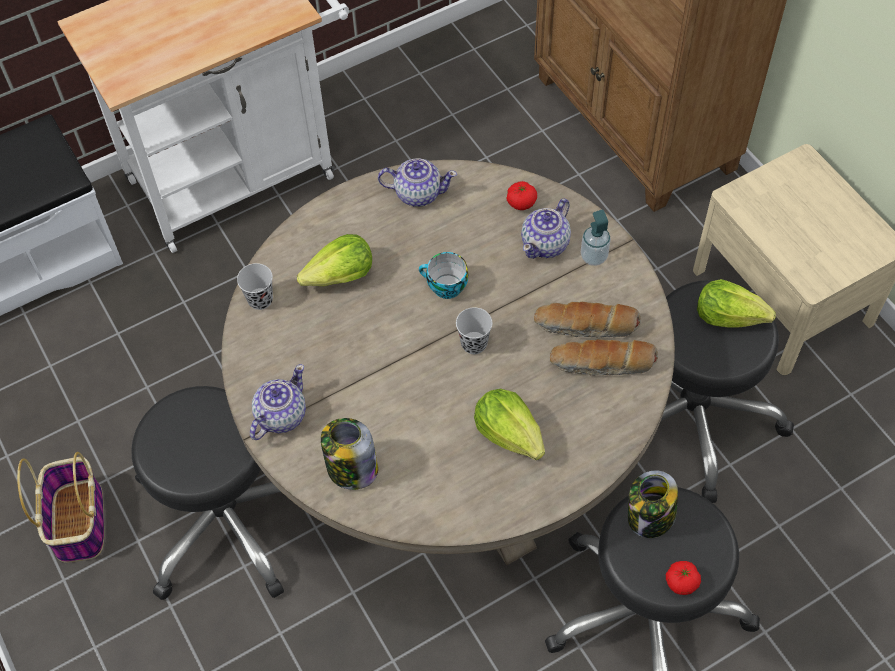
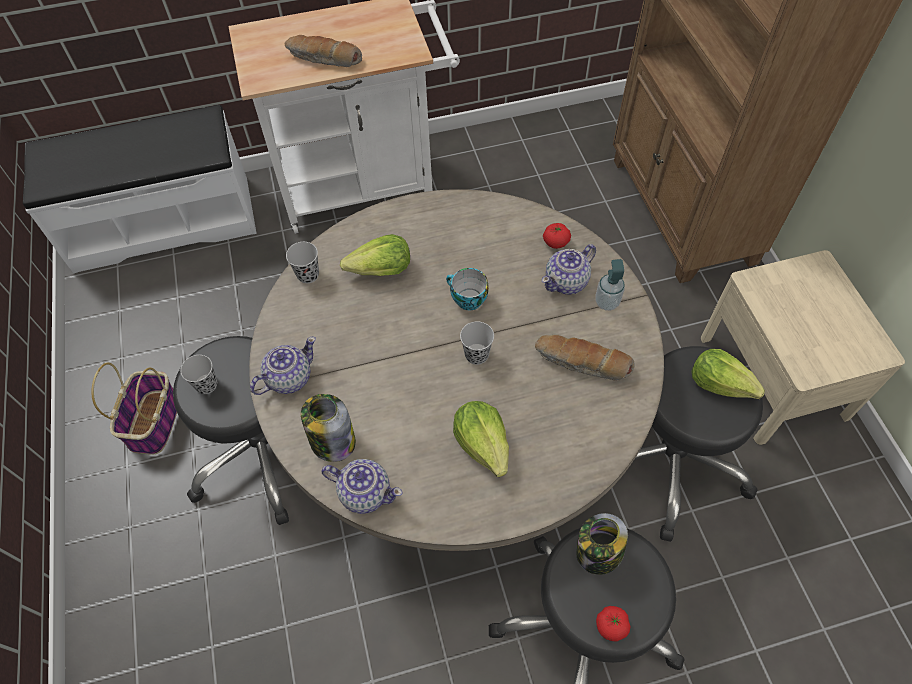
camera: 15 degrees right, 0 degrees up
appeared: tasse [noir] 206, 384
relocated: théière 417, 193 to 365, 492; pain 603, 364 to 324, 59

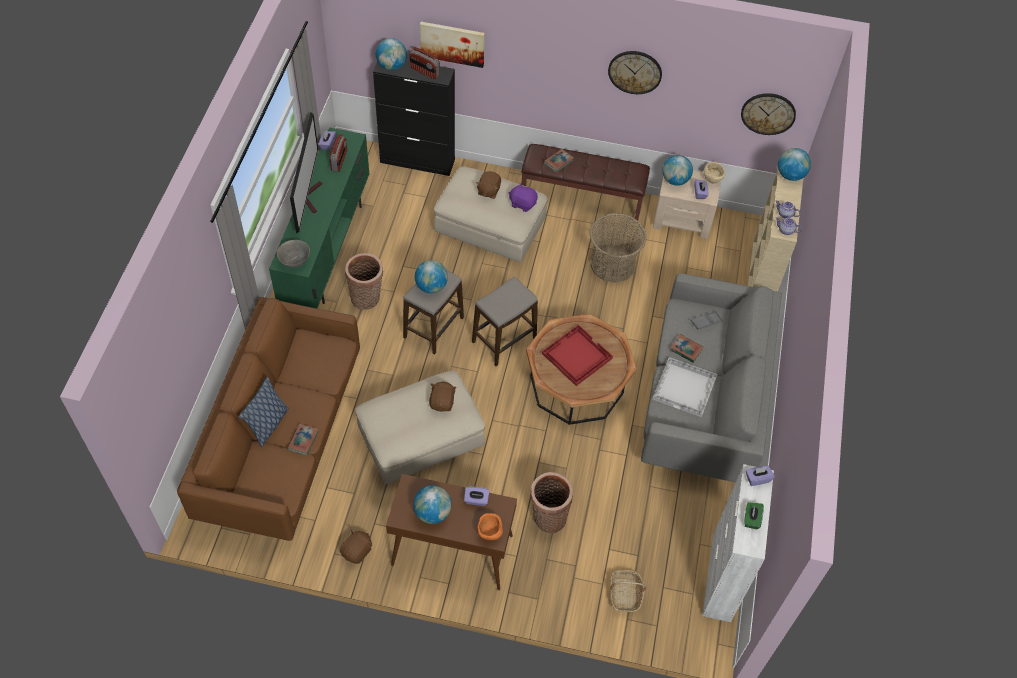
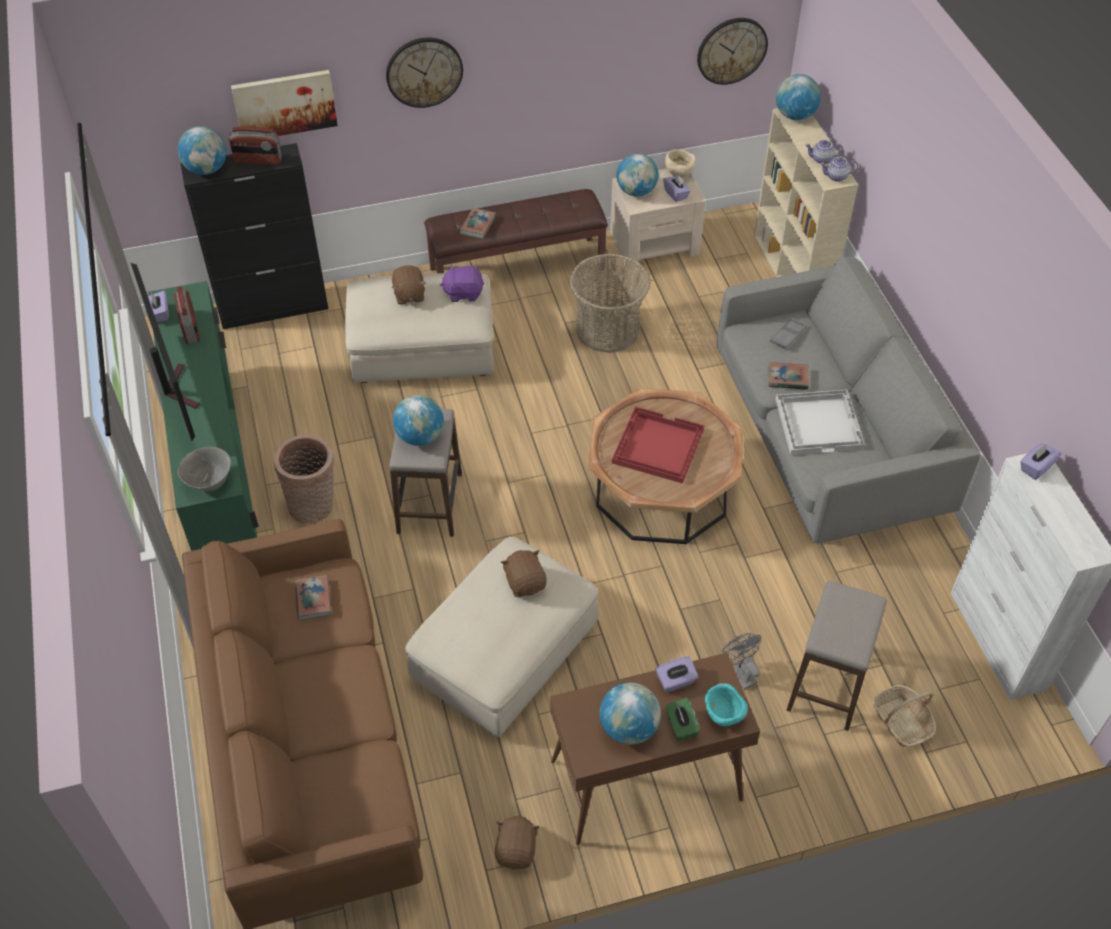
camera: 25 degrees left, 5 degrees down
missing: coussin 268, 425
relocated: livre 303, 440 to 313, 599; tabouret 504, 340 to 828, 684; horloge murale 635, 72 to 424, 72; boîte à mouchoirs [vert] 751, 519 to 681, 726
exchanged: panier 548, 517 to ventilateur [gris] 739, 673
colour: bol [orange] 489, 532 to bol [turquoise] 723, 715

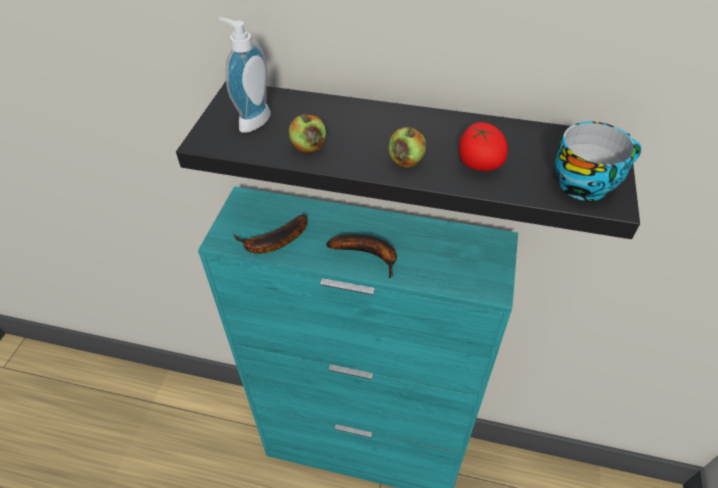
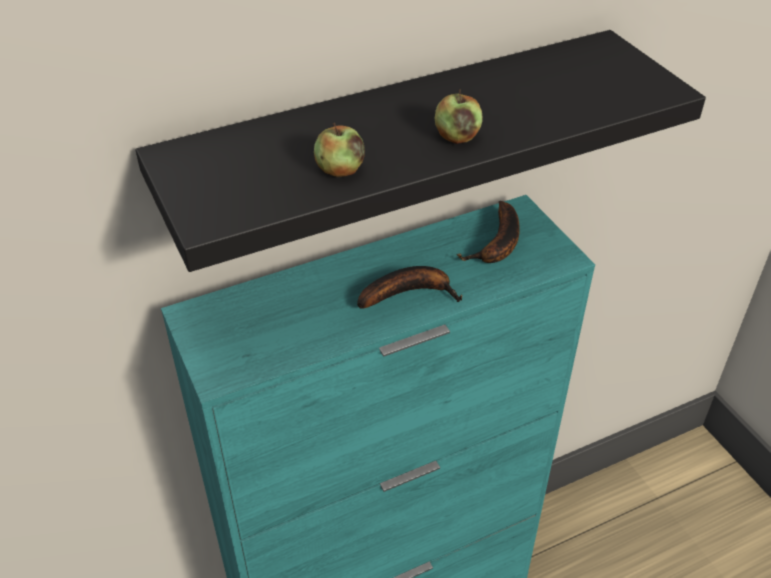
camera: 40 degrees left, 5 degrees down
missing: distributeur de savon 251, 120; tomate 479, 163; tasse 585, 183
relocated: banane 272, 242 to 498, 244

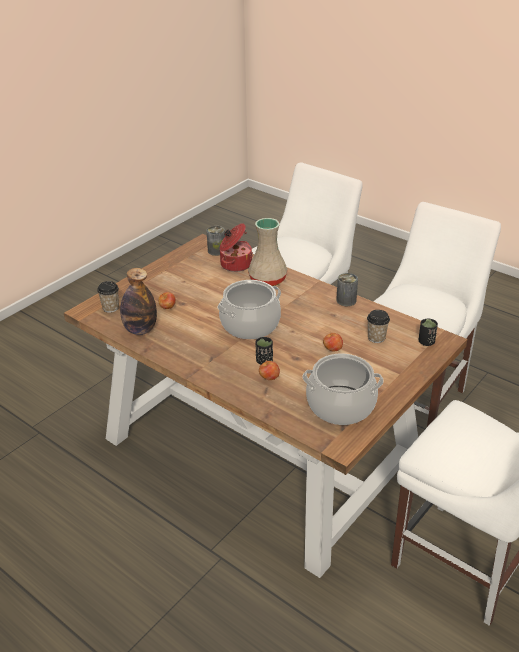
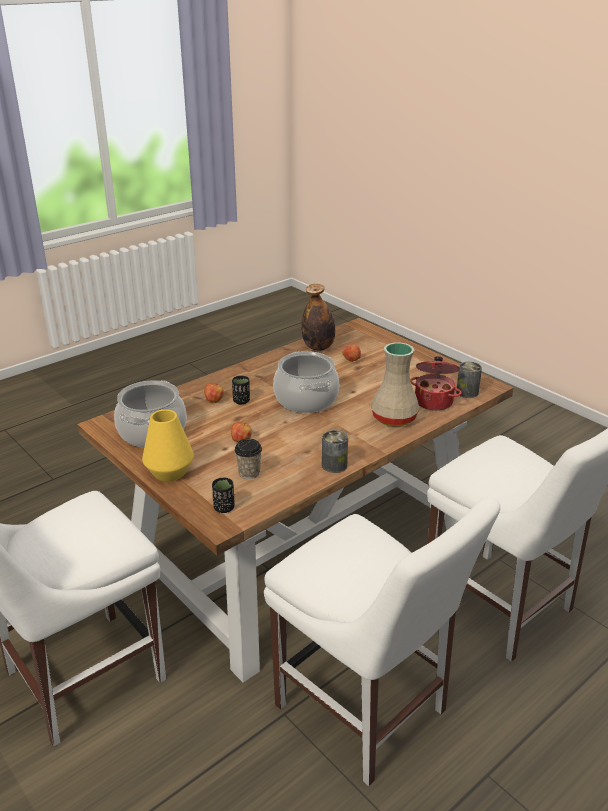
camera: 100 degrees right, 5 degrees down
missing: tasse 110, 308
appeared: vase [jaune] 169, 472

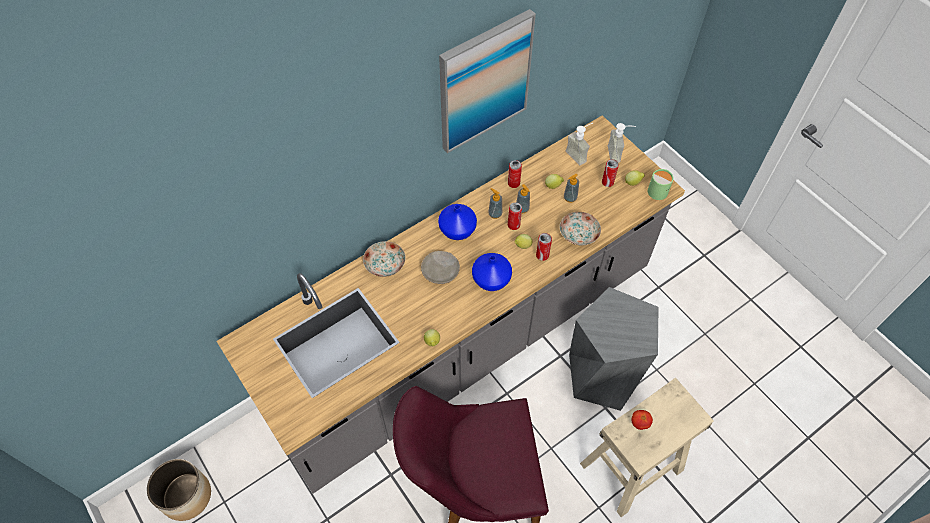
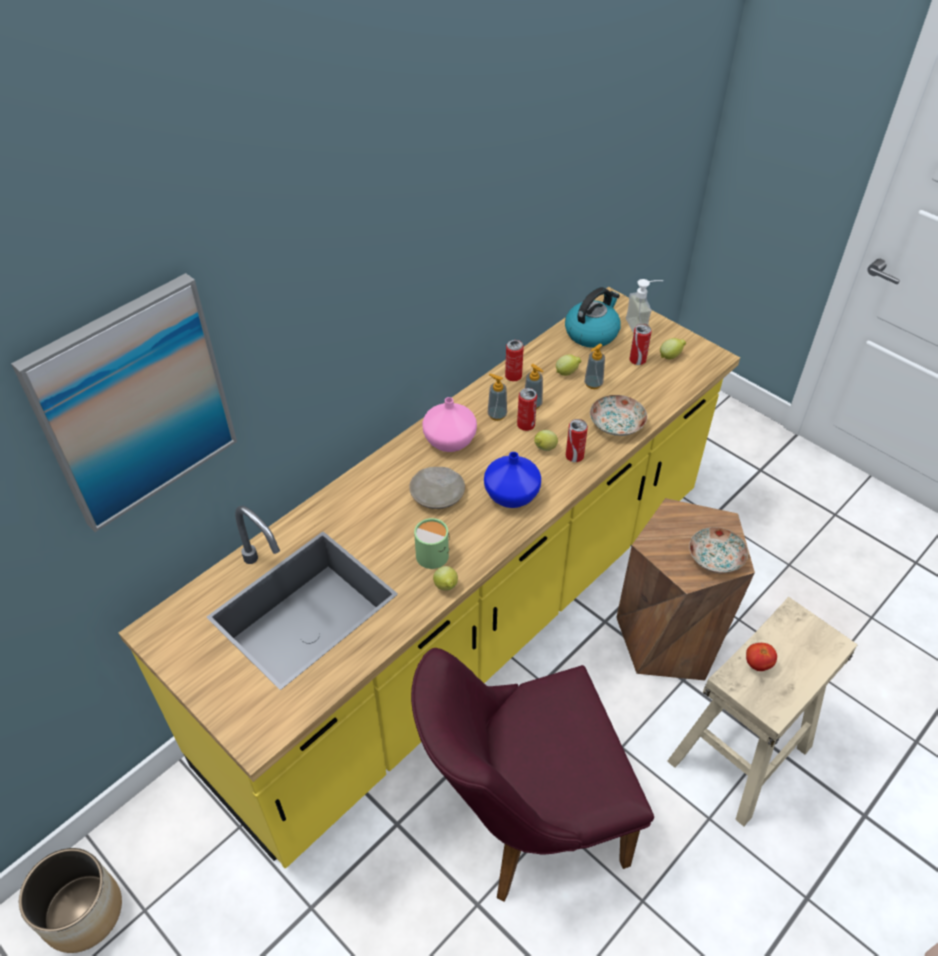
camera: 10 degrees left, 10 degrees down
relocated: assiette 384, 264 to 715, 558; tableau 484, 82 to 134, 404; mug [vert] 659, 190 to 434, 552
exchanged: distributeur de savon 579, 154 to bouilloire 592, 333
colour: comptoir de cuisine [gris] 465, 342 to comptoir de cuisine [jaune] 469, 623; vase [bleu] 457, 230 to vase [rose] 449, 441; tabouret [gris] 603, 375 to tabouret [marron] 669, 637

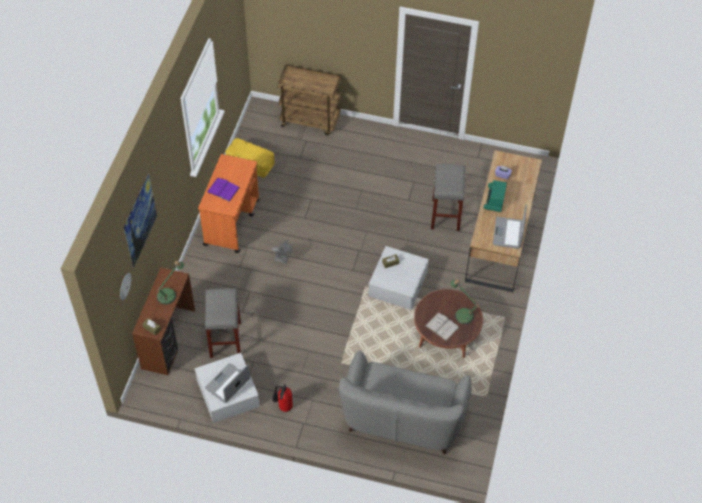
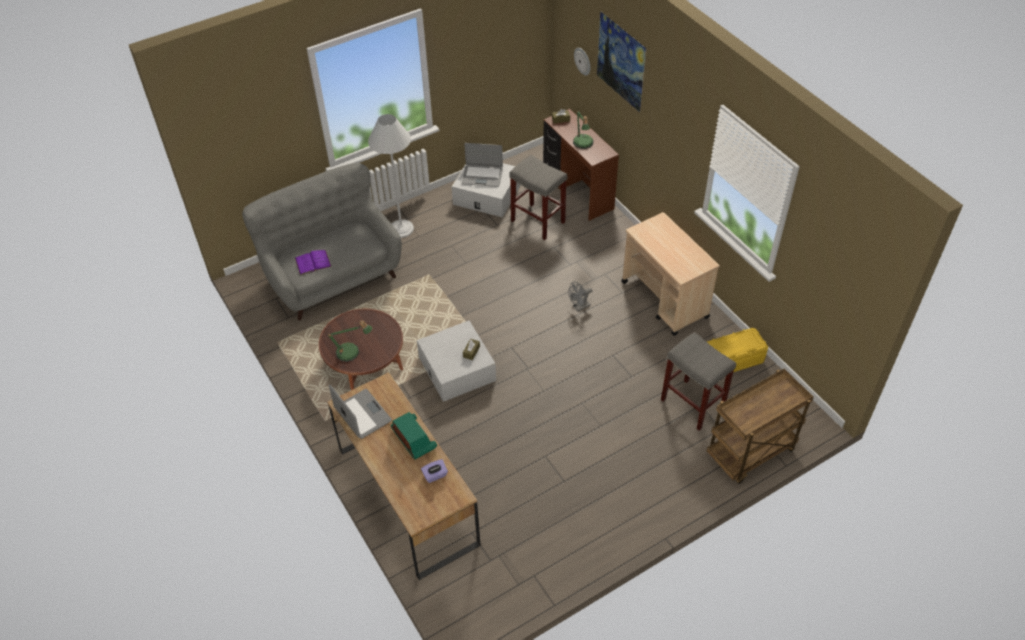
camera: 135 degrees right, 5 degrees down
missing: extincteur 283, 407; livre [blanc] 442, 326
appeared: lampadaire [blanc] 401, 229
relocated: livre [violet] 223, 189 to 313, 262; tabouret [gris] 445, 214 to 693, 404
colour: chariot [orange] 232, 222 to chariot [beige] 665, 300
spun: ordinateur portable 228, 384 = 482, 176 105 degrees clockwise

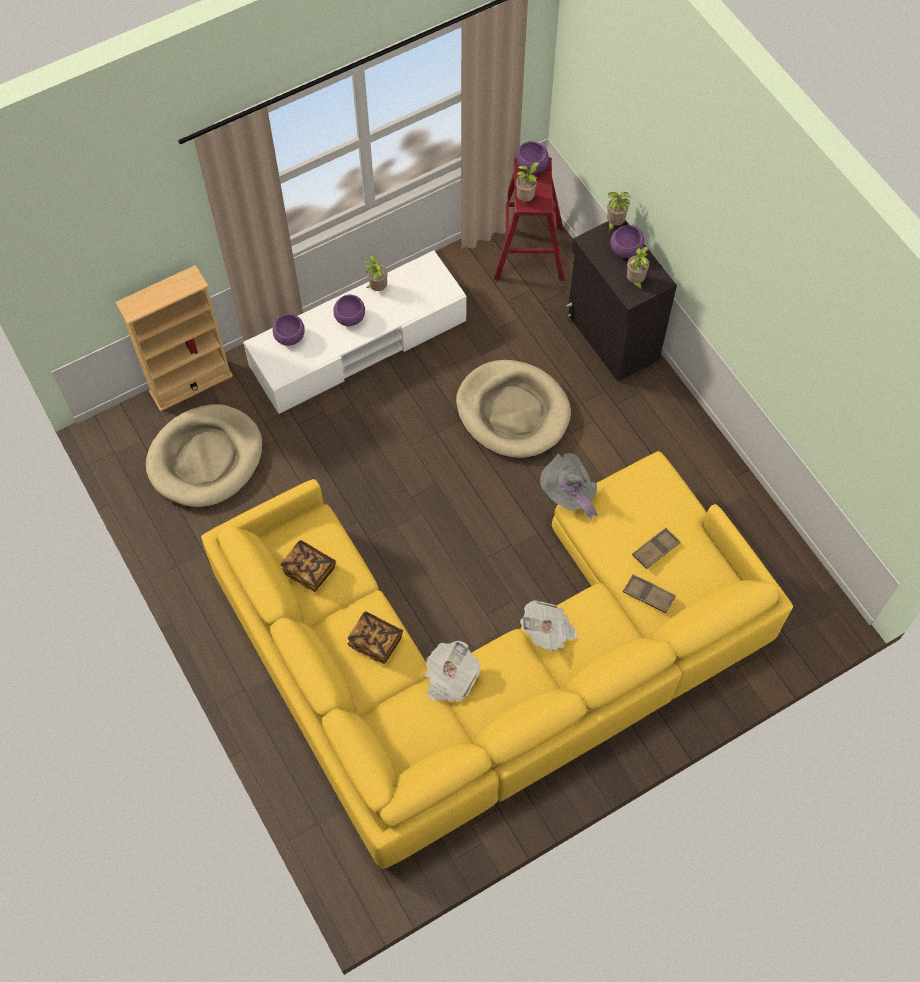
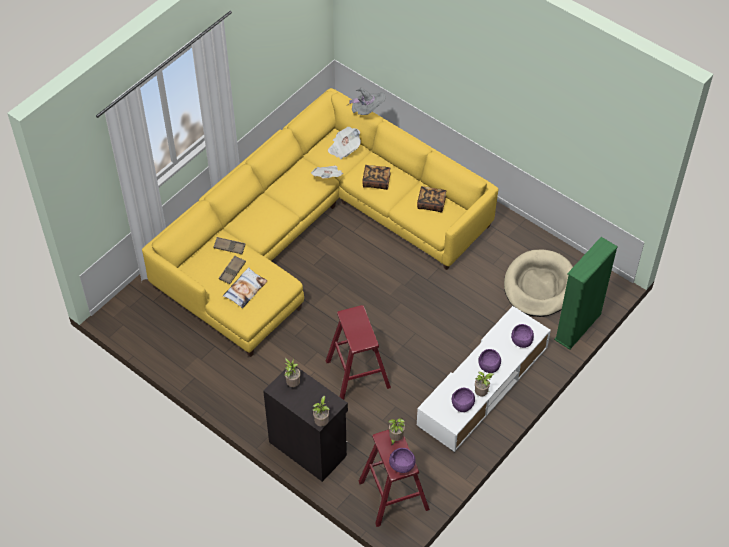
camera: 160 degrees right, 10 degrees down
appeared: coussin 245, 290
relocated: journal 548, 631 to 344, 149; chapeau [gris] 568, 494 to 367, 111; bol [violet] 626, 250 to 462, 405
exchanged: panier pour chien [beige] 513, 411 to tabouret [rouge] 358, 374
colour: bibliothèque [beige] 191, 383 to bibliothèque [vert] 578, 327

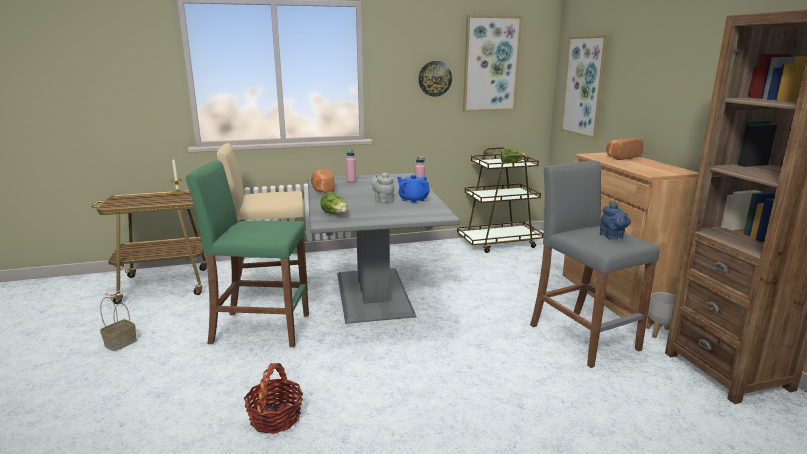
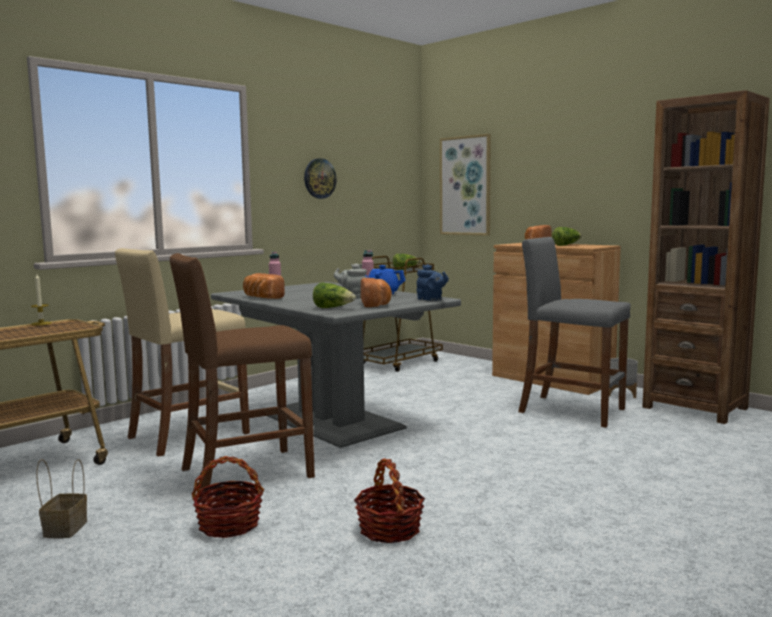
camera: 30 degrees left, 10 degrees down
missing: tableau 491, 64
appeared: panier 229, 525; pain 376, 304; laitue 566, 245
relocated: théière [bleu] 612, 237 to 431, 300
colour: tabouret [vert] 260, 329 to tabouret [marron] 246, 473

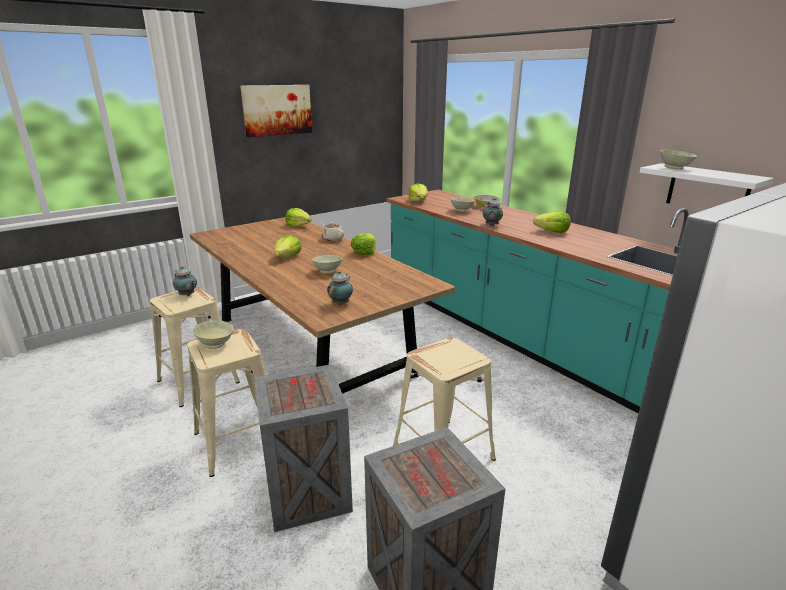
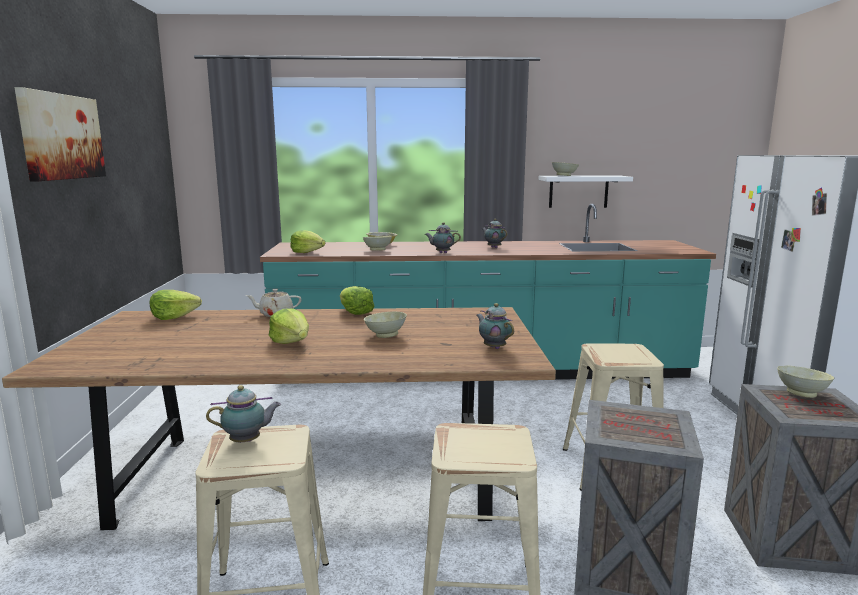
camera: 55 degrees left, 10 degrees down
relocated: bol [beige] 215, 345 to 802, 393
exchanged: laitue 552, 232 to théière 493, 247

